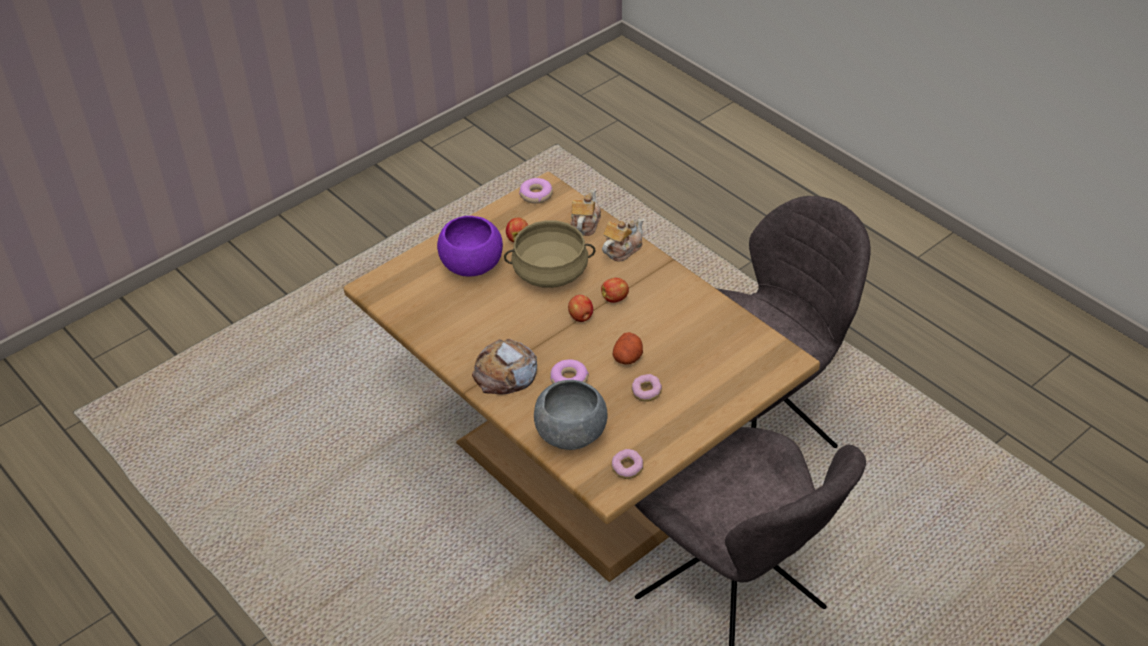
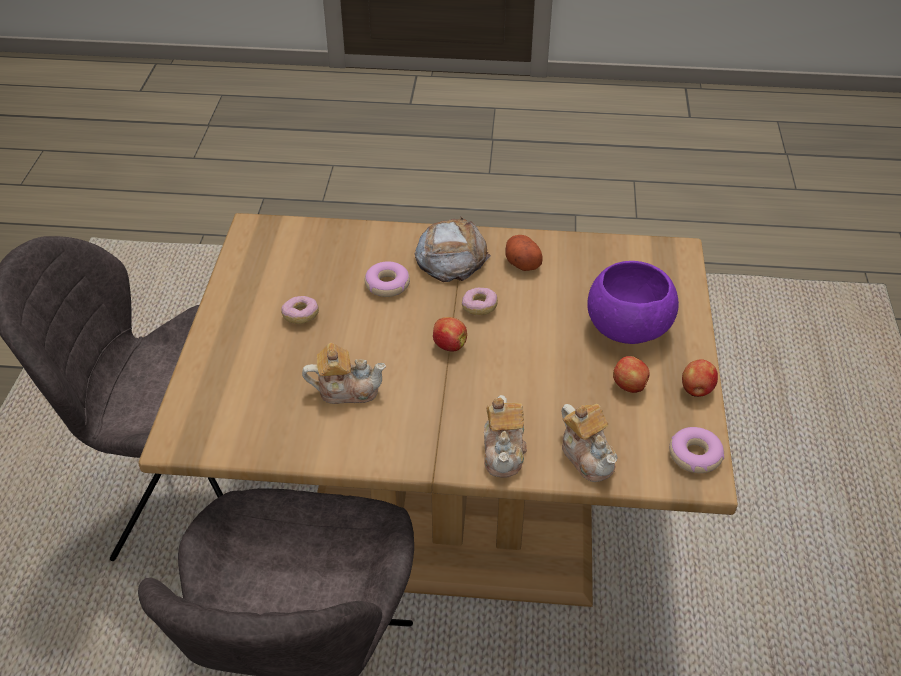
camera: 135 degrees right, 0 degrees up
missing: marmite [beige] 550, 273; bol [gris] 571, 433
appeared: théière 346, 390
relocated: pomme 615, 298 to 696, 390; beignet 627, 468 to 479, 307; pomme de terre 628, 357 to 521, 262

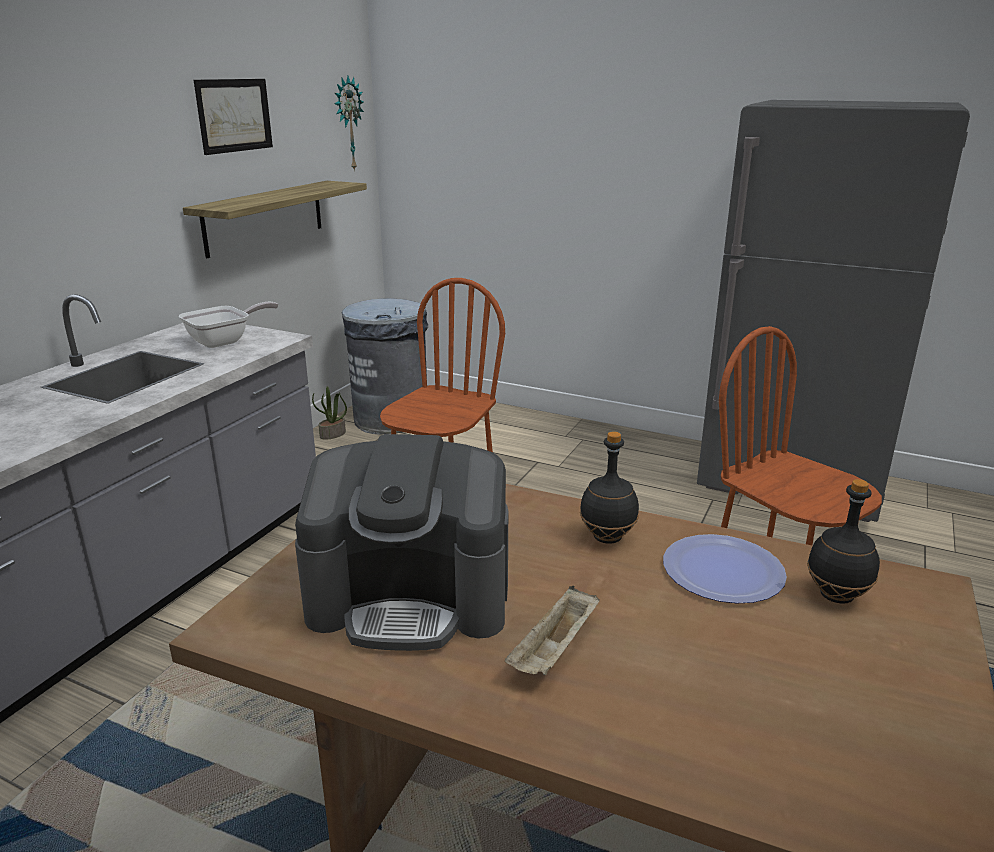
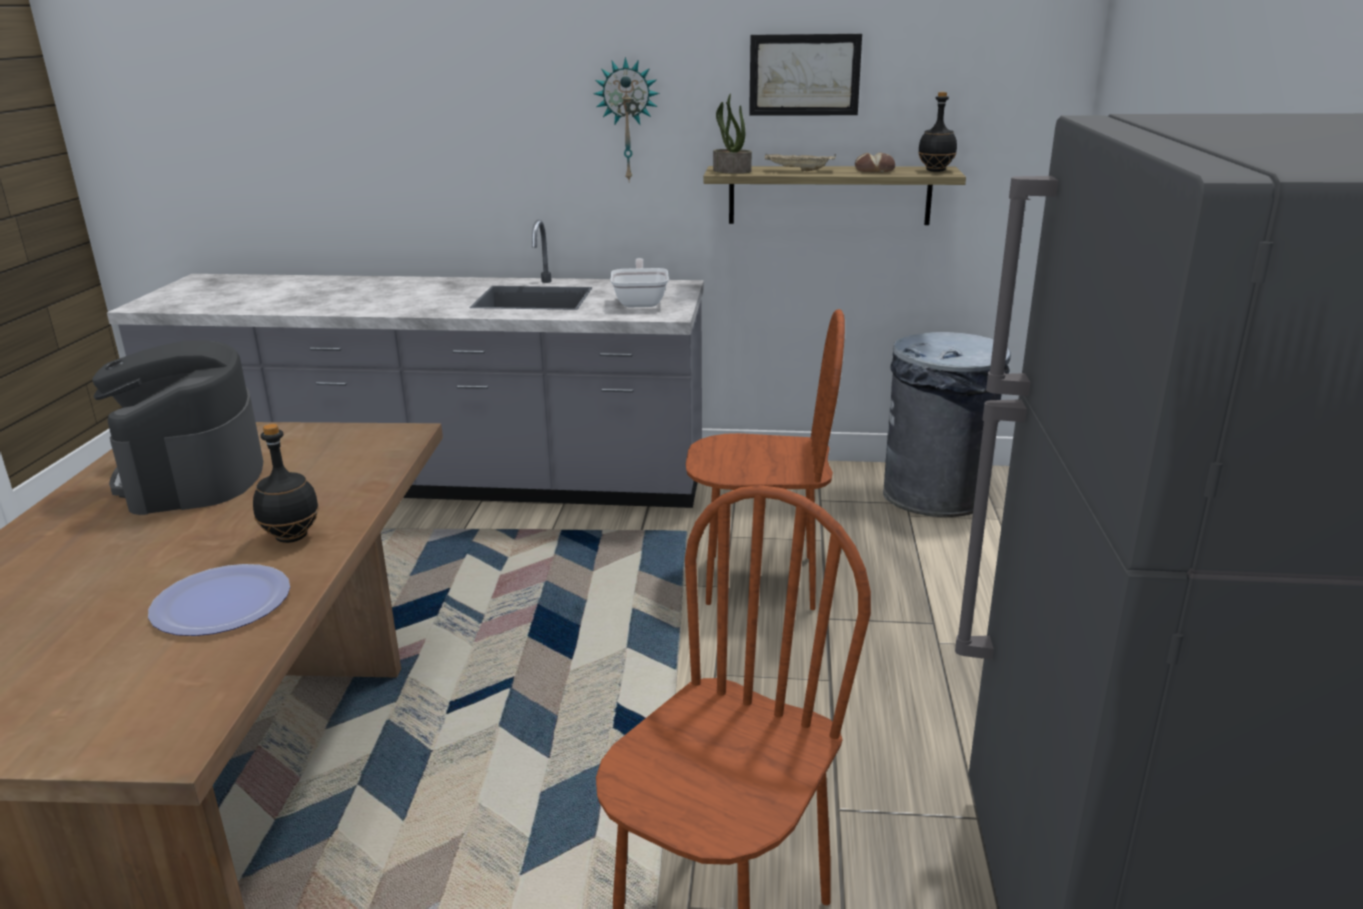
camera: 70 degrees right, 0 degrees up
appeared: pain 874, 170
relocated: plante en pot 332, 434 to 731, 171; horloge murale 347, 124 to 628, 121; plateau [beige] 555, 650 to 798, 170; bouteille [noir] 835, 595 to 936, 170
spun: poêle 225, 341 = 641, 301 120 degrees counterclockwise

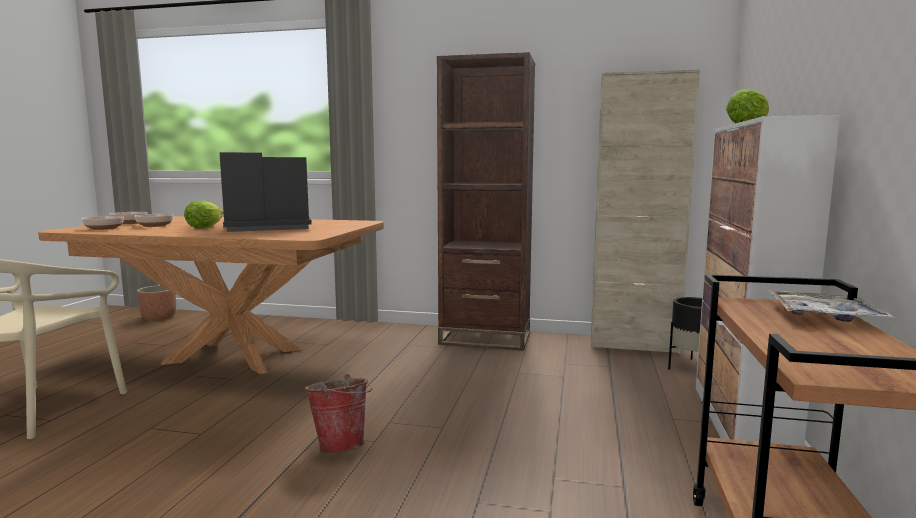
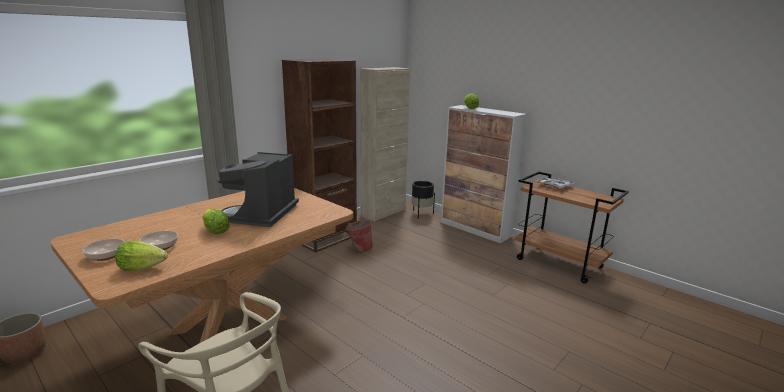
camera: 60 degrees left, 10 degrees up
relocated: seau 341, 445 to 359, 249
exchanged: bol 104, 228 to laitue 141, 268

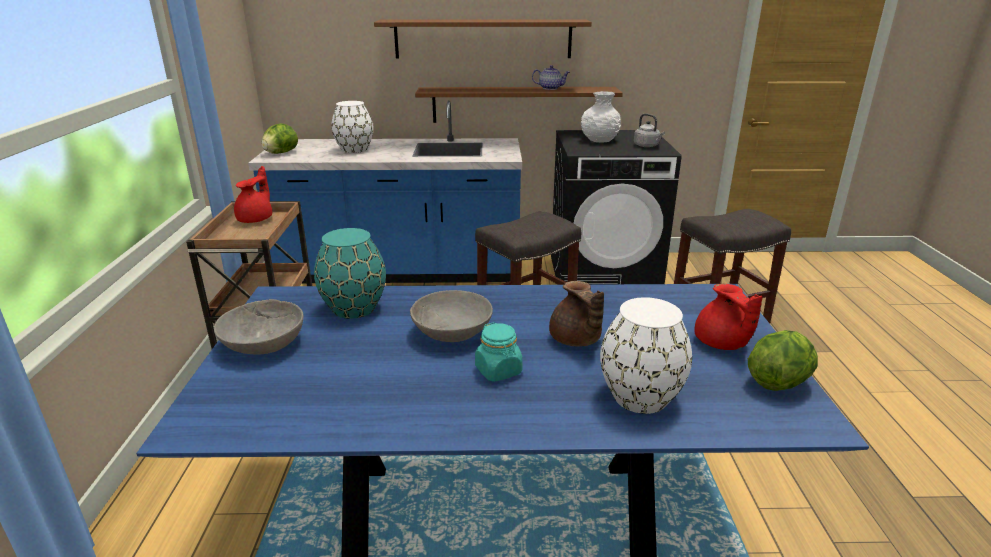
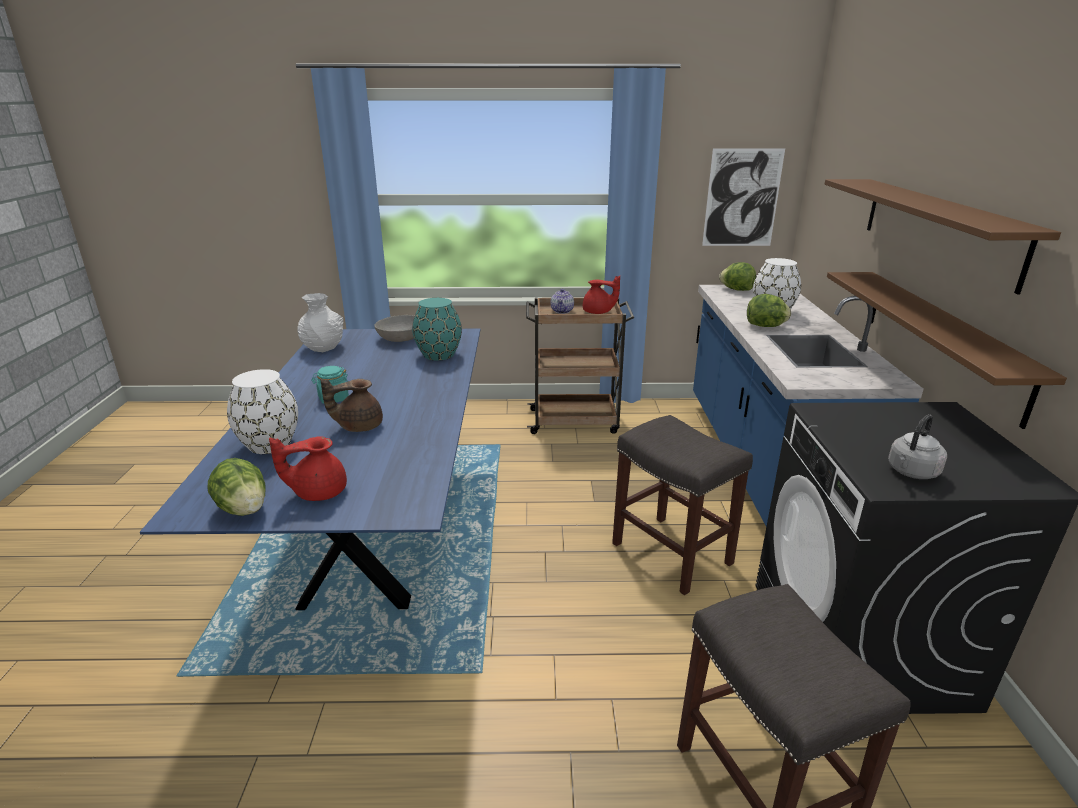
camera: 90 degrees right, 0 degrees up
missing: bol [gris] 452, 332
appeared: tableau 742, 198; laitue 765, 326
relocated: théière 550, 88 to 562, 311; vase [blanc] 598, 140 to 323, 347

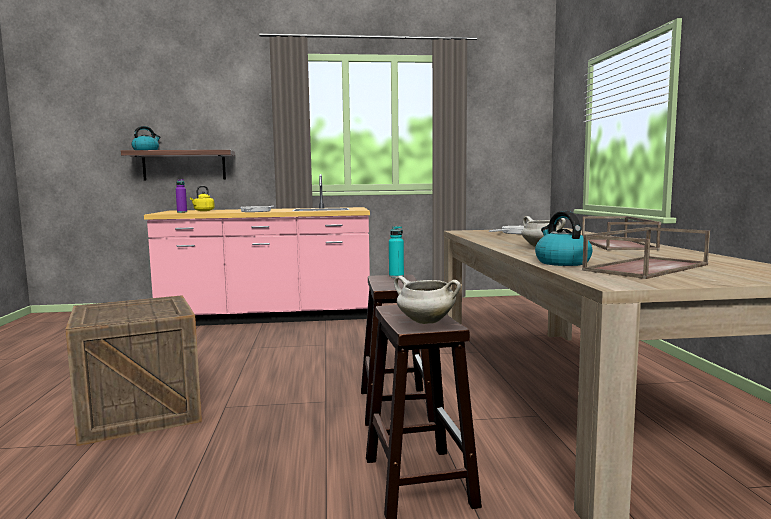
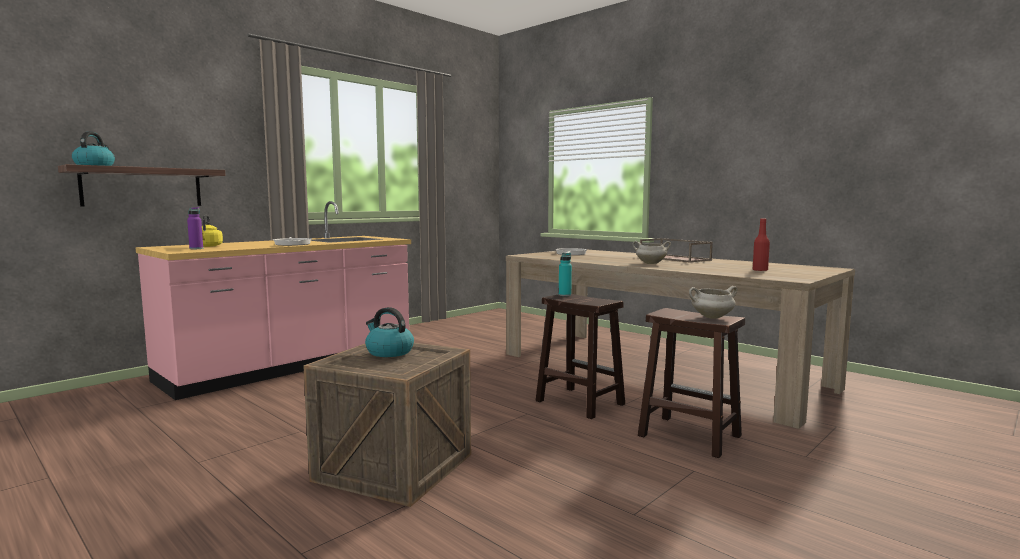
camera: 40 degrees left, 0 degrees up
relocated: bouilloire 561, 262 to 389, 352
exchanged: plateau [marron] 645, 267 to bouteille [rouge] 760, 270

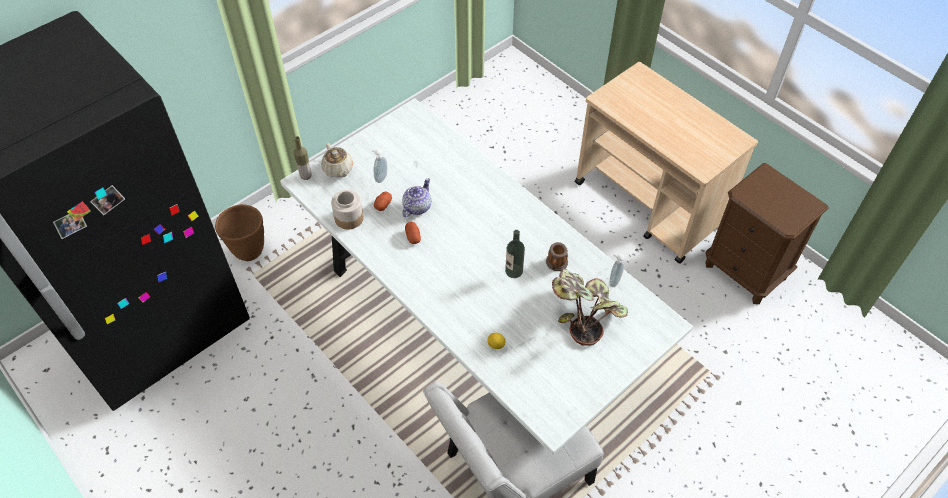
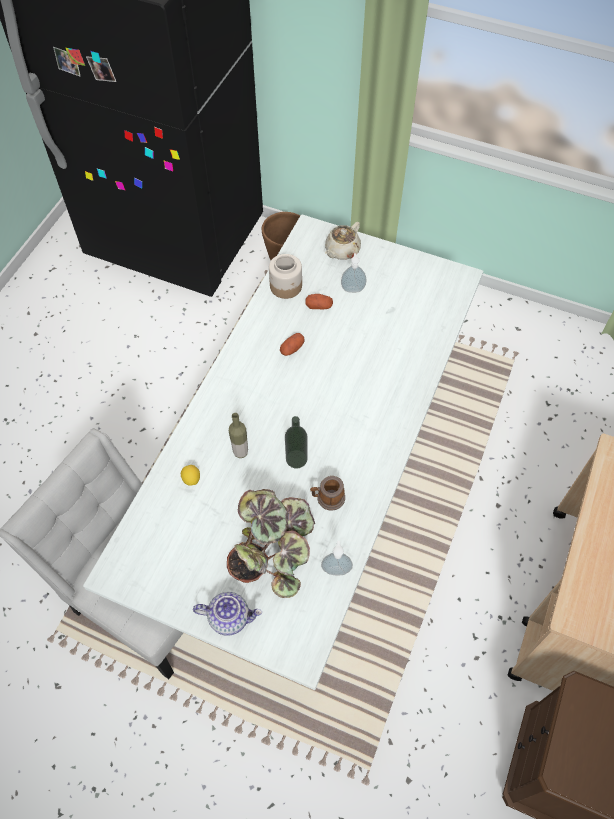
camera: 65 degrees right, 5 degrees up
relocated: bouteille 306, 176 to 240, 452; théière 417, 207 to 230, 617

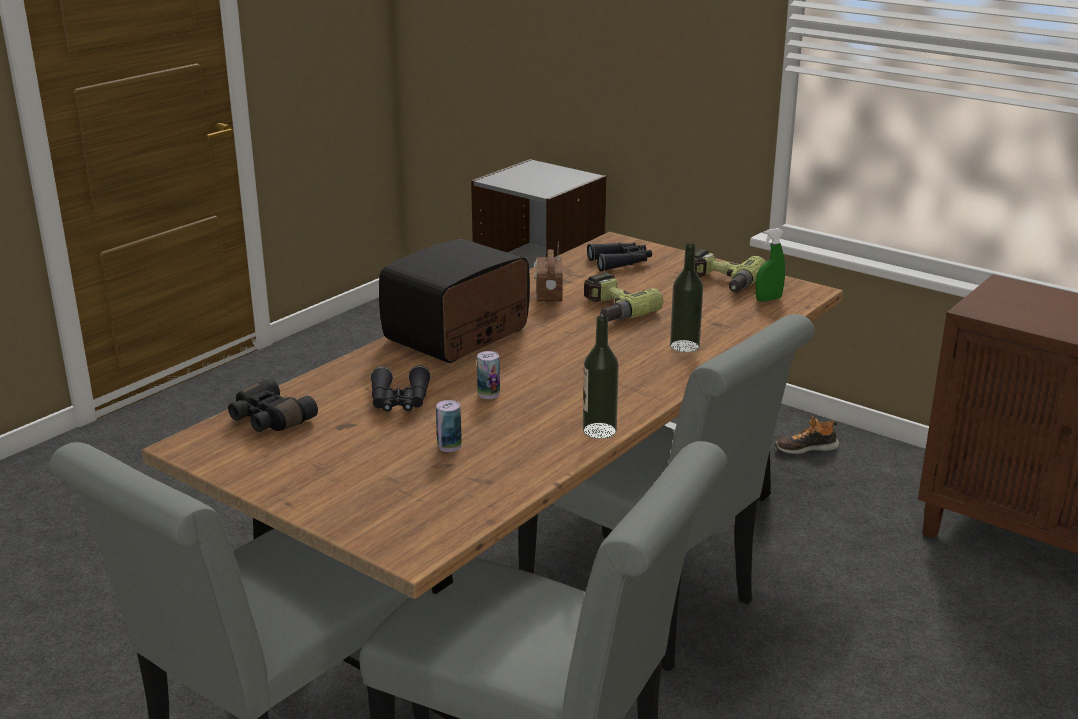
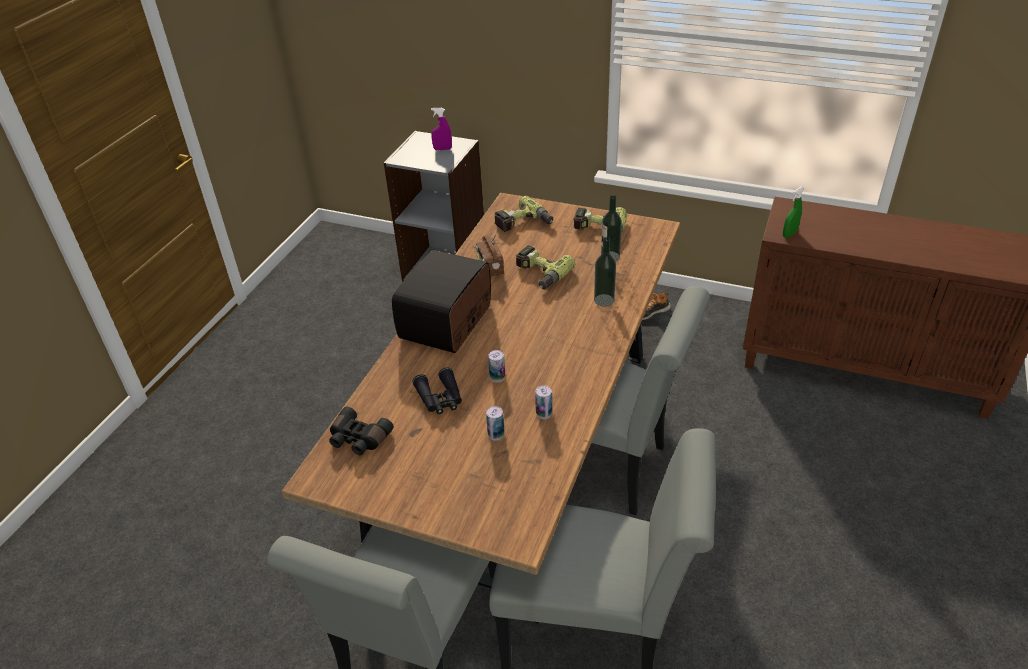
camera: 15 degrees left, 15 degrees up
appeared: vaporisateur [violet] 442, 149; boîte métallique 544, 413
relocated: bouteille 599, 431 to 610, 256; vaporisateur [vert] 768, 299 to 789, 234
exchanged: jumelles [noir] 621, 262 to perceuse 523, 224

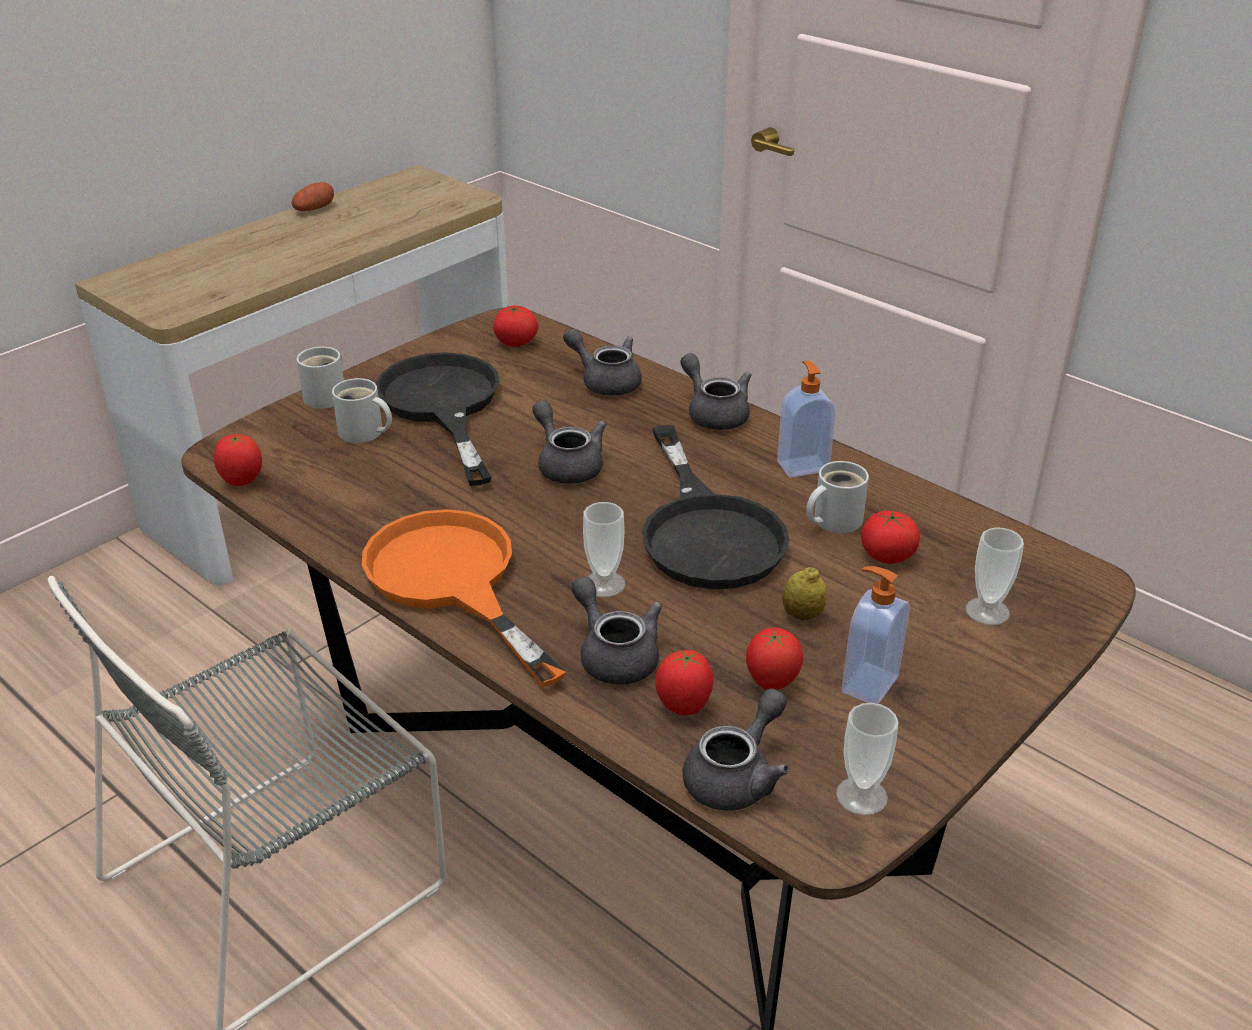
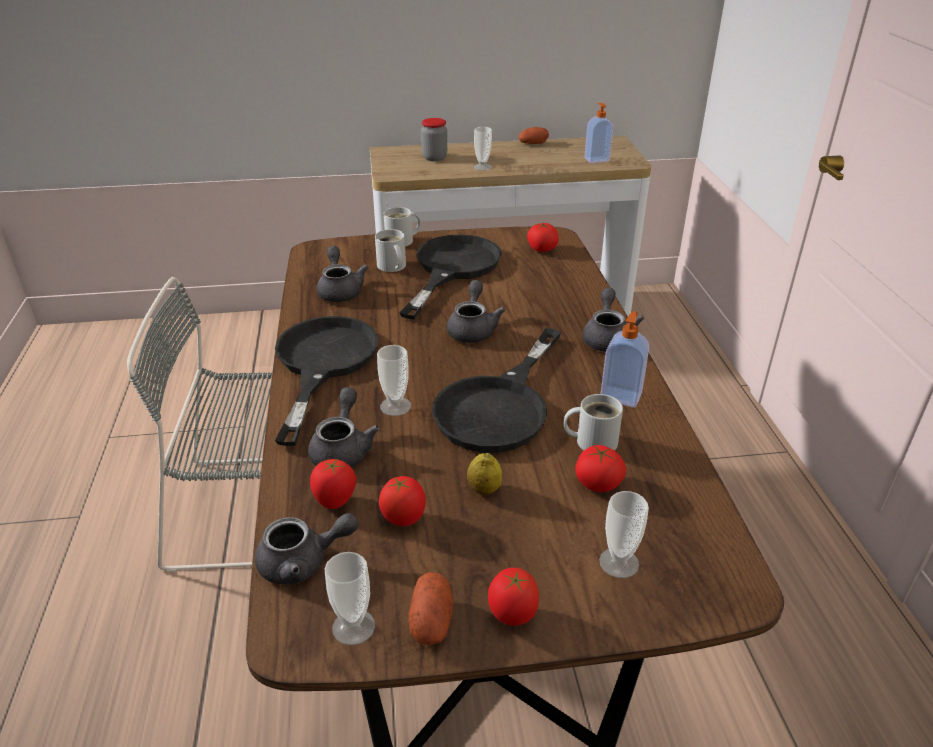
camera: 40 degrees right, 0 degrees up
appeared: pomme de terre 431, 621; bocal 434, 158; tasse 482, 167
relocated: tomate 242, 481 to 512, 616; théière [gris] 605, 381 to 340, 290; distributeur de savon 868, 683 to 596, 159
colour: poêle [orange] 452, 581 to poêle [noir] 322, 364

